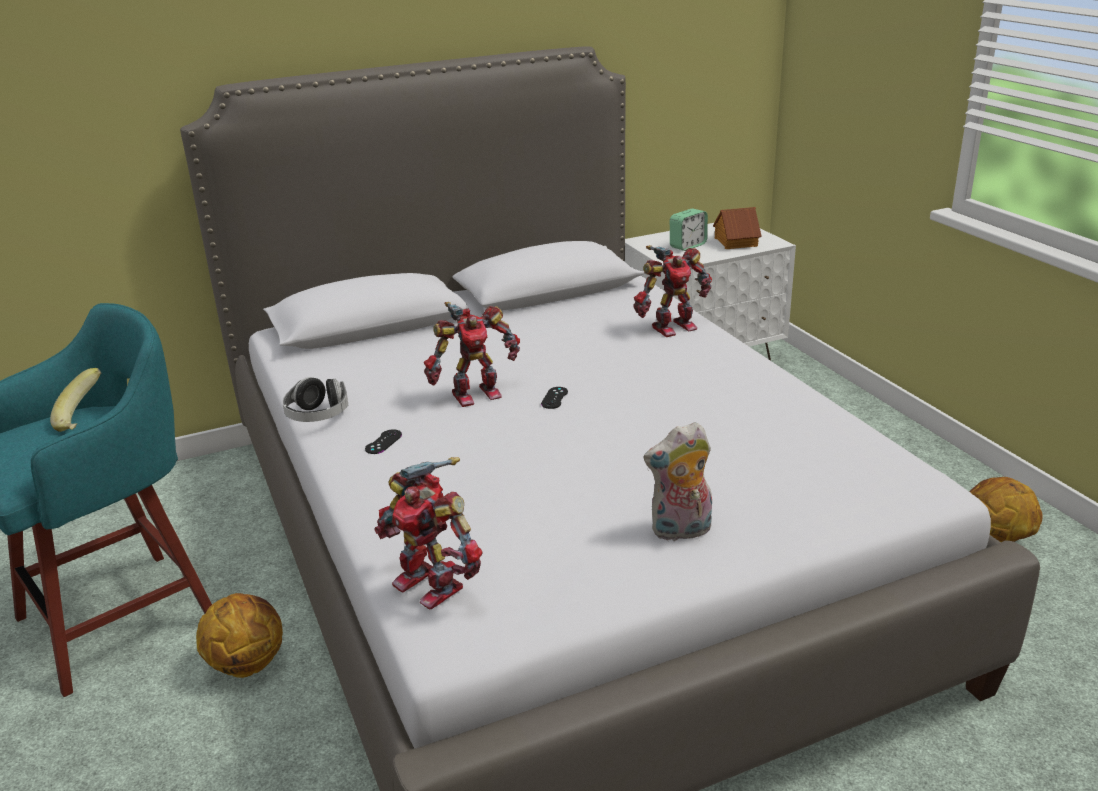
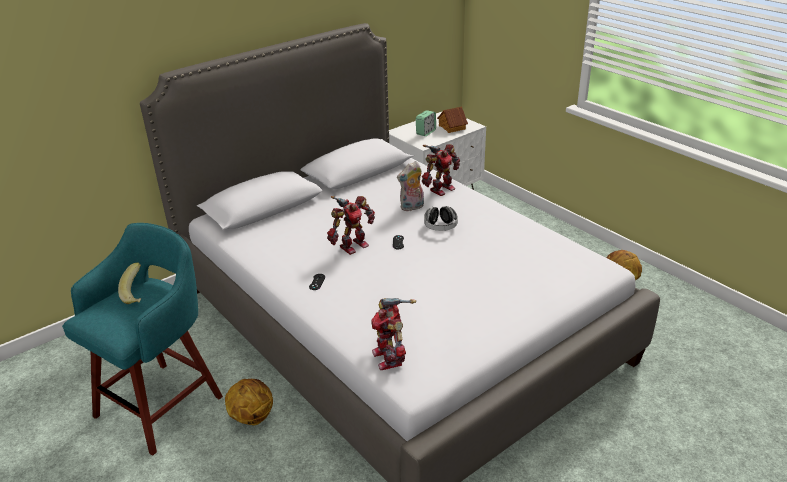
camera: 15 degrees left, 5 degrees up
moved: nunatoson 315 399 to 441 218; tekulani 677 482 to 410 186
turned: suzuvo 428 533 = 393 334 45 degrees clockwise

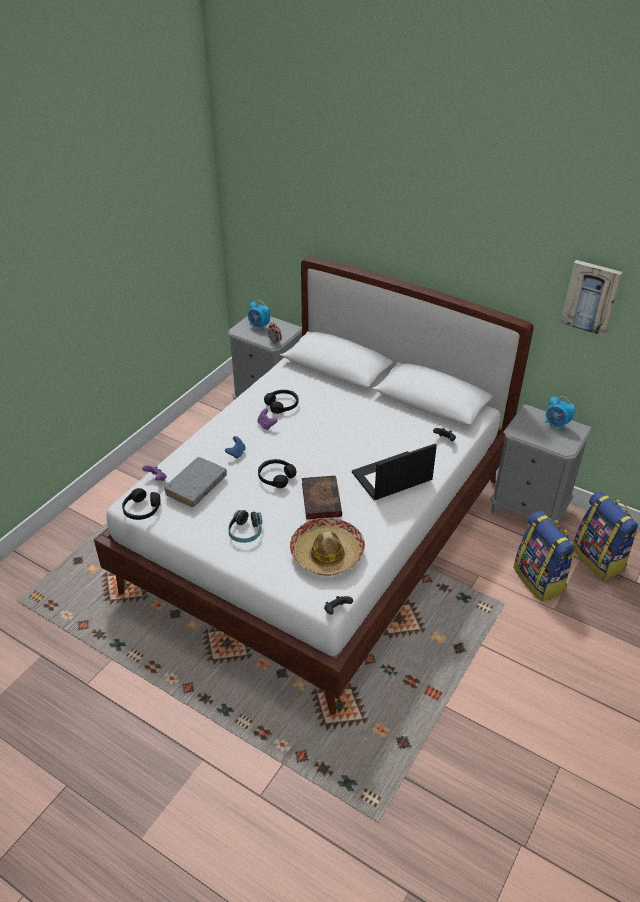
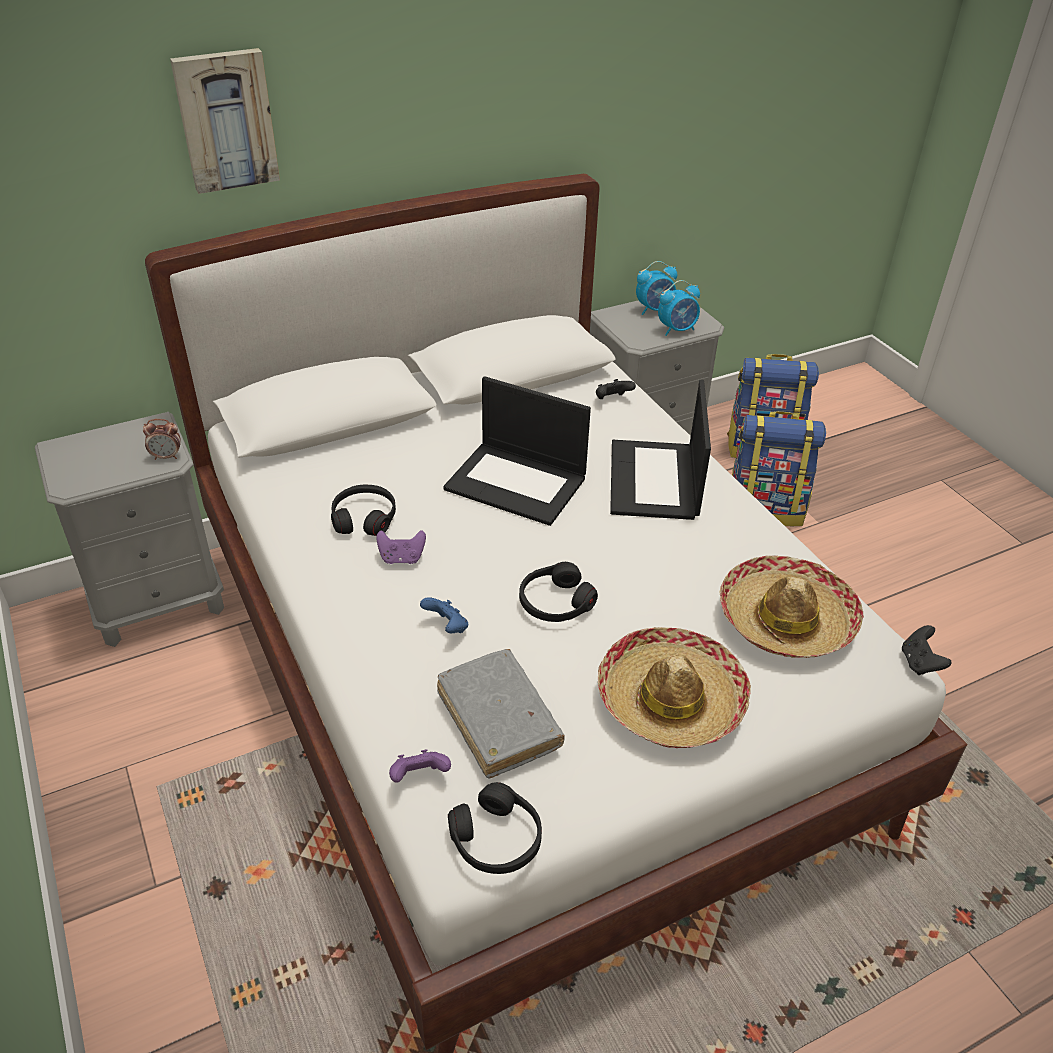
camera: 60 degrees left, 0 degrees up
removed: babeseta 322 498
added: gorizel 517 451
moved: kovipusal 259 315 to 679 308; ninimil 591 298 to 225 121
replaced: nunatoson 245 526 to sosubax 674 687

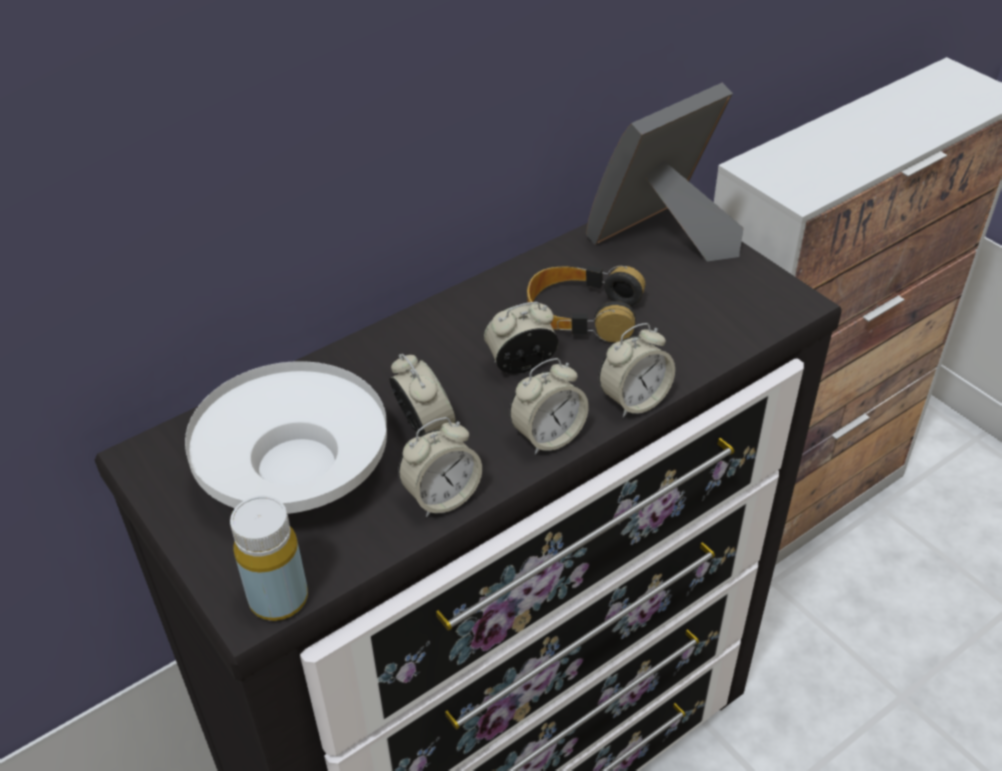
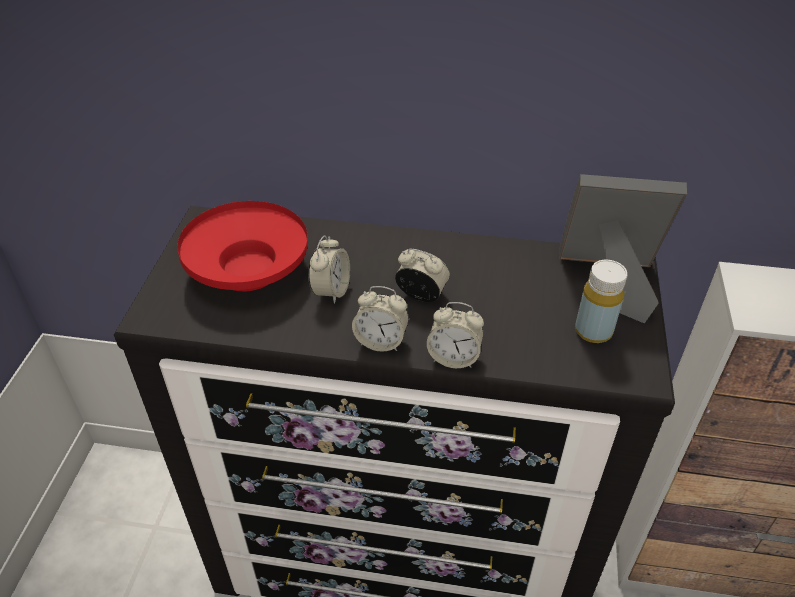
camera: 45 degrees right, 0 degrees up
removed: kovipusal 440 467; nunatoson 586 304
moved: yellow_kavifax 269 558 to 601 301
recoloured: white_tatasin 286 437 to red_tatasin 242 246

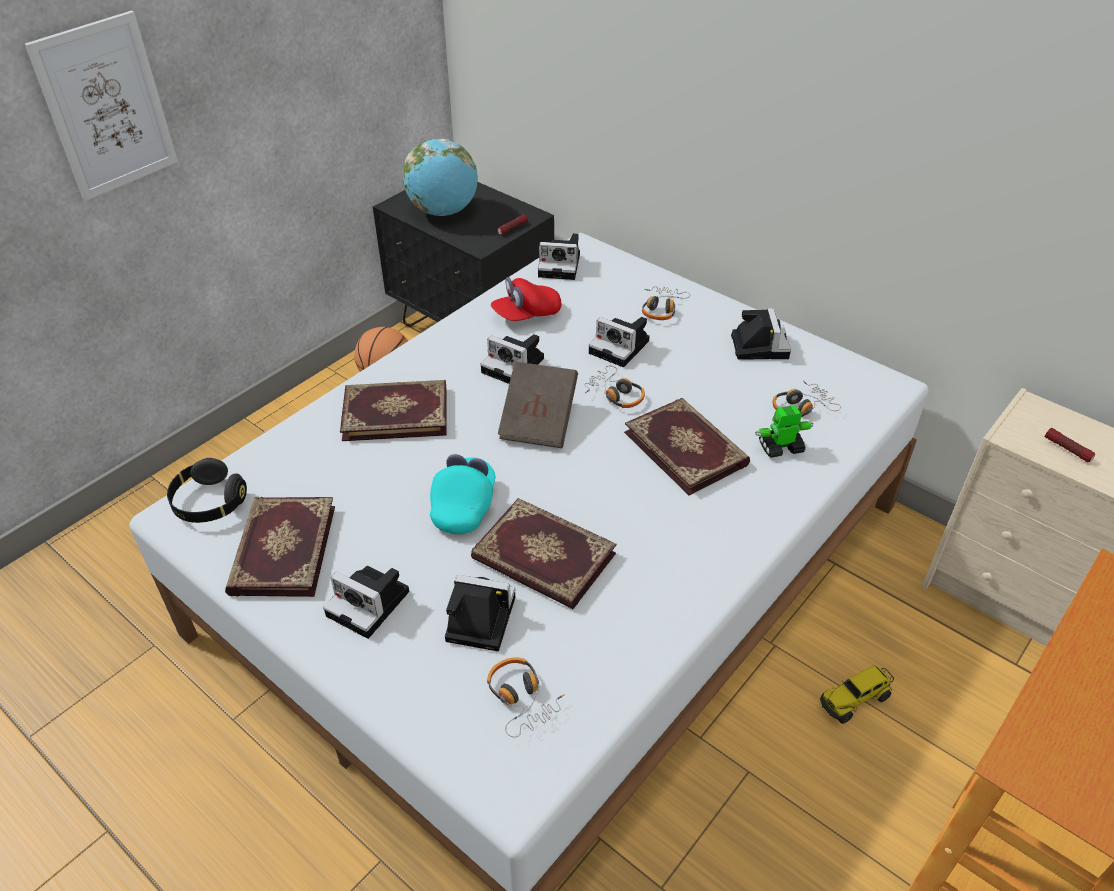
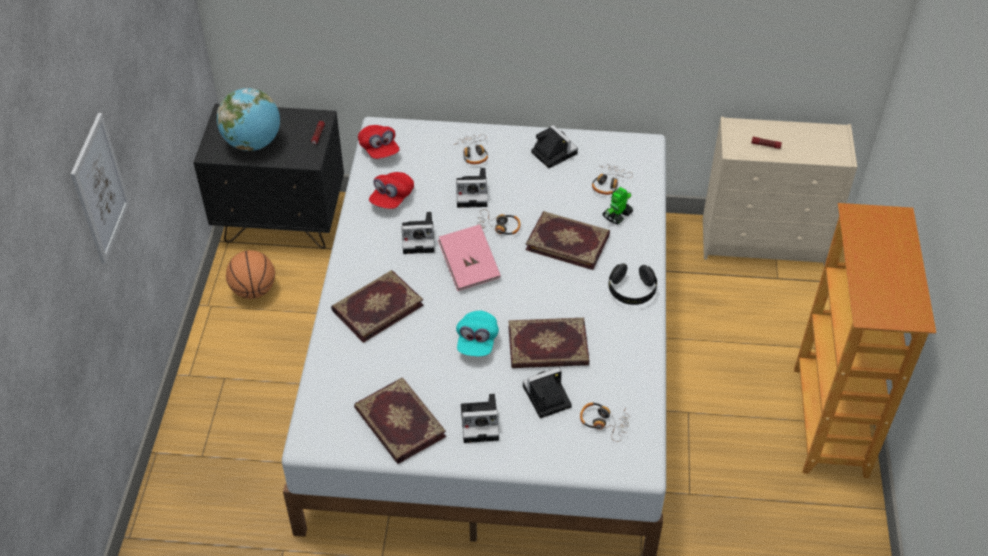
camera: 35 degrees left, 5 degrees up
removed: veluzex 857 695
moved: black_nunatoson 207 490 to 632 284
replaced: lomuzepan 559 256 to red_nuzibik 379 142
recoloured: brown_babeseta 538 405 to pink_babeseta 469 257
turned: turquoise_nuzibik 462 494 = 477 333 150 degrees counterclockwise

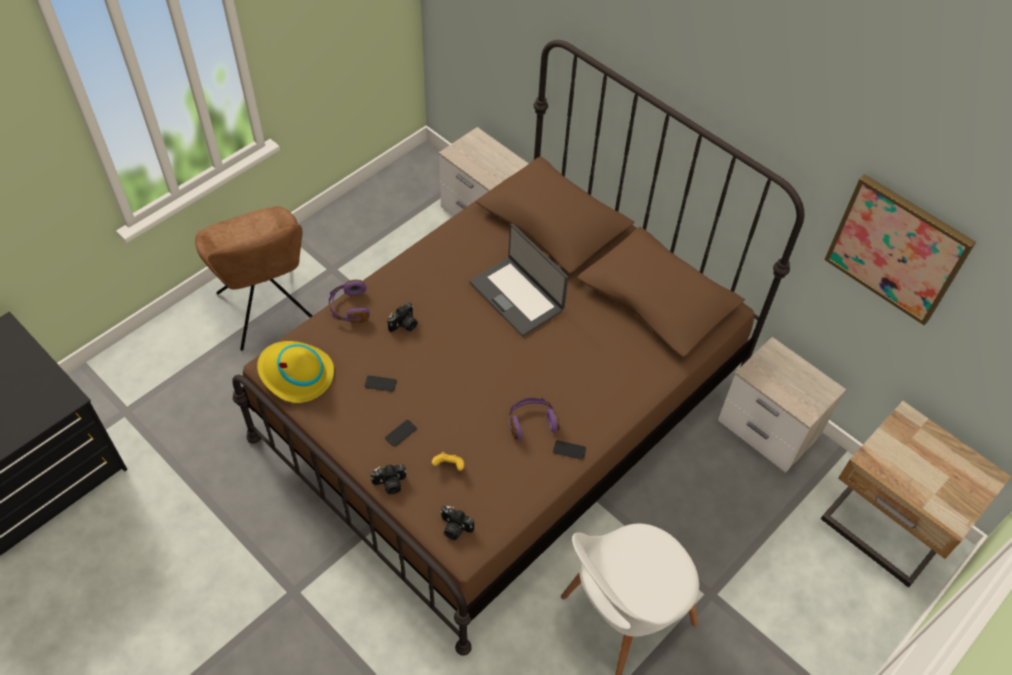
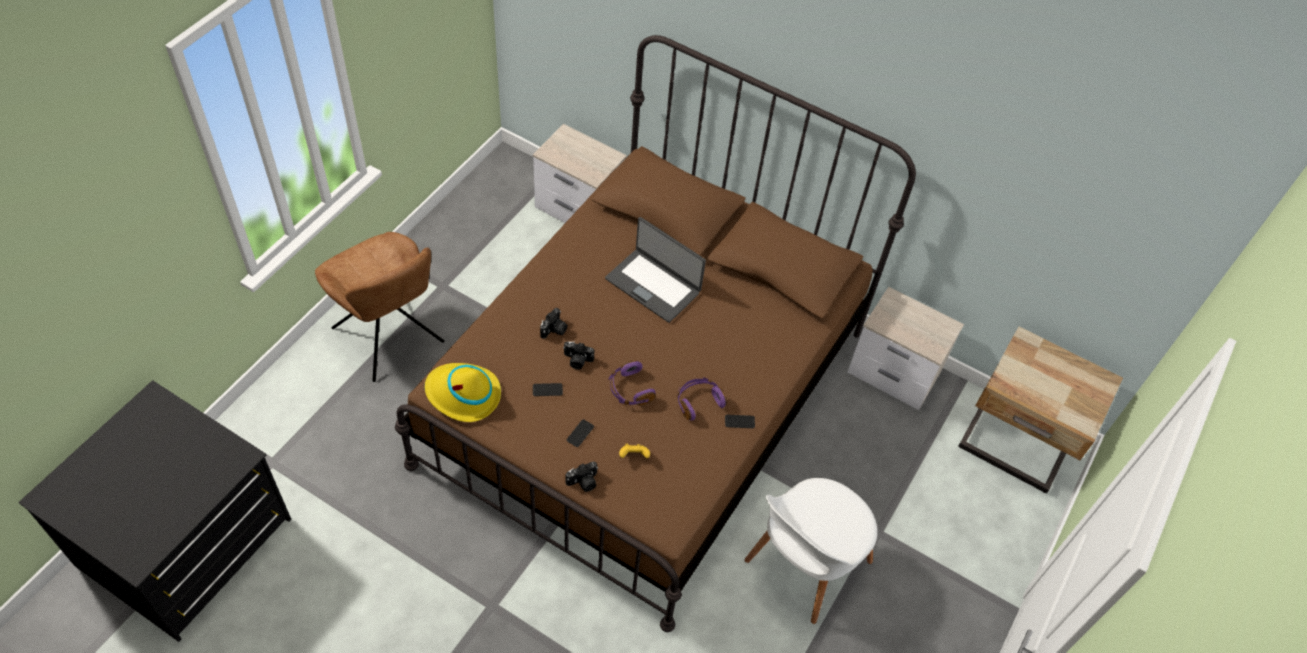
camera: 15 degrees left, 0 degrees up
removed: ninimil 900 249
moved: purple_nunatoson 349 301 to 632 382; lomuzepan 457 522 to 578 355

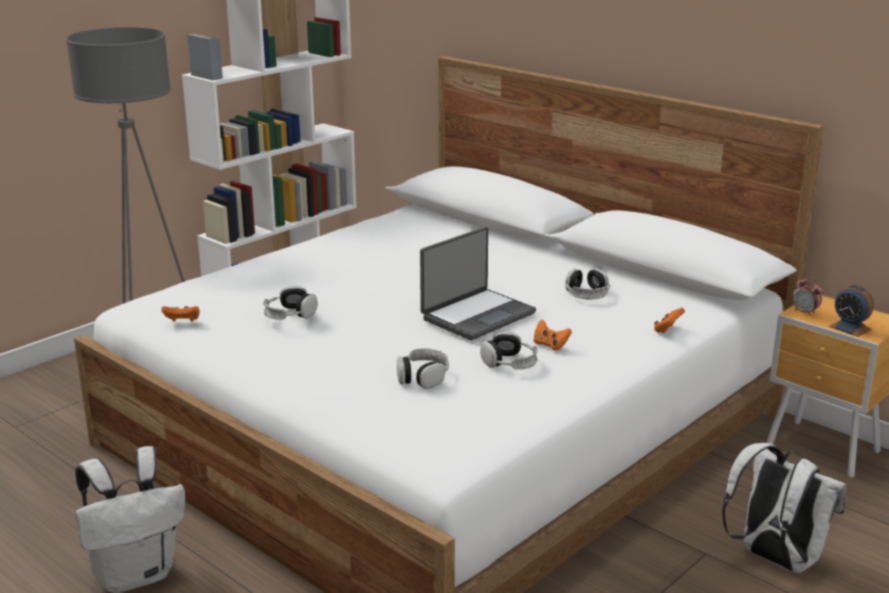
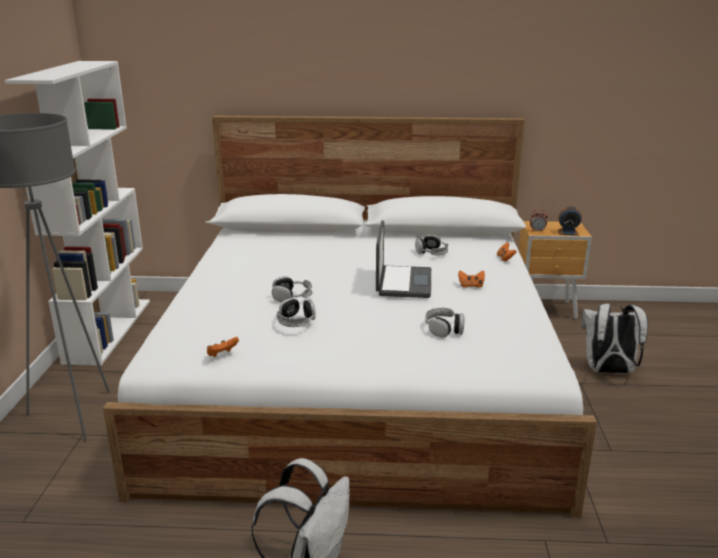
camera: 40 degrees left, 0 degrees up
moved: nunatoson 509 351 to 292 289

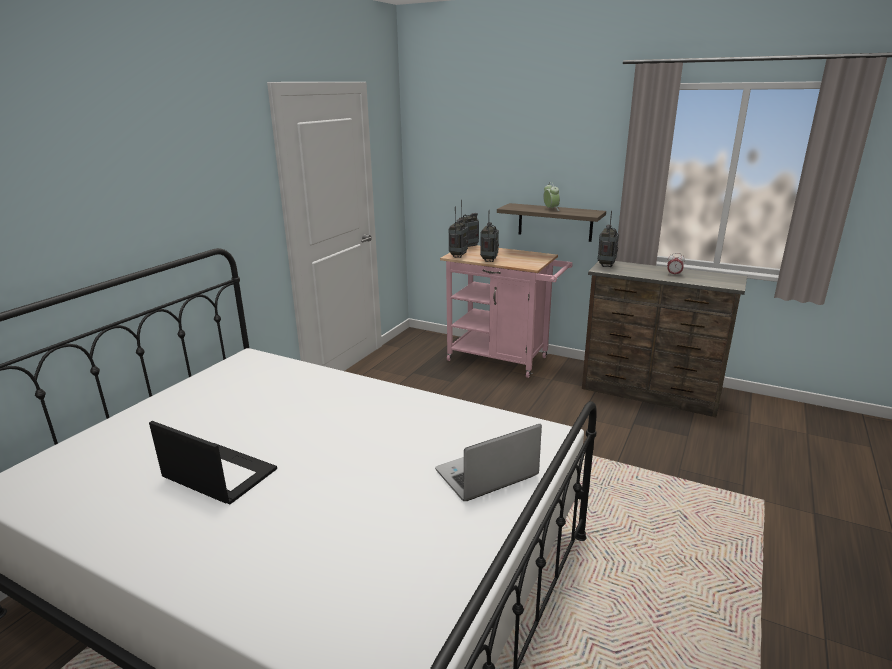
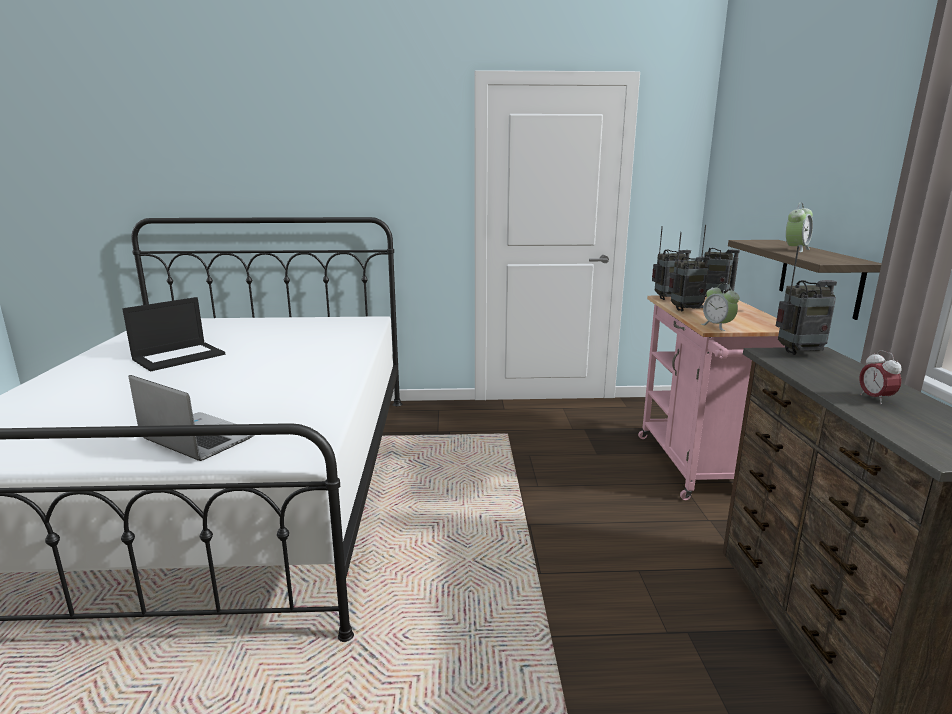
camera: 60 degrees right, 5 degrees down
added: kovipusal 720 307
turned: gorizel 213 462 = 173 334 45 degrees clockwise

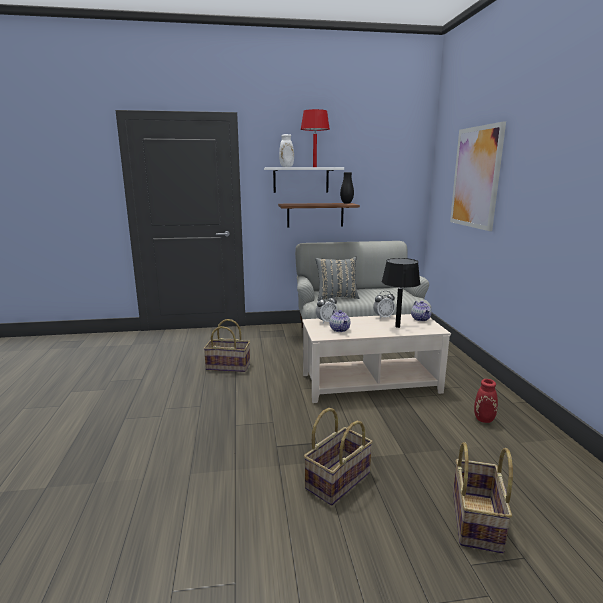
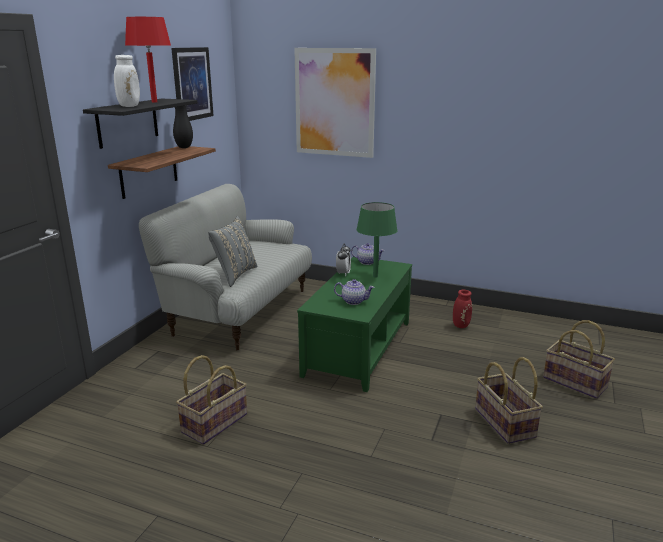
camera: 60 degrees left, 5 degrees up
removed: kovipusal 327 308
added: ninimil 192 84
recoloured: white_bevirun 304 180 to black_bevirun 140 124; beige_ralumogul 376 358 to green_ralumogul 354 324; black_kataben 401 293 to green_kataben 377 240

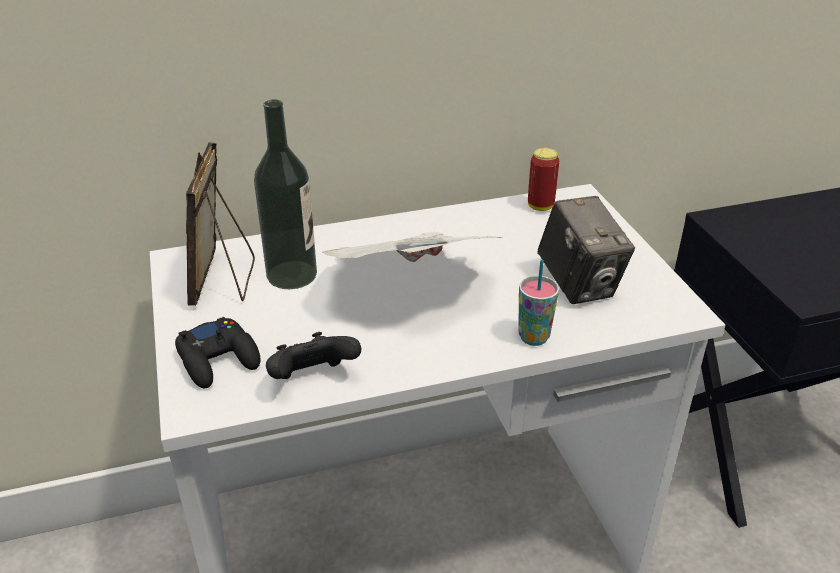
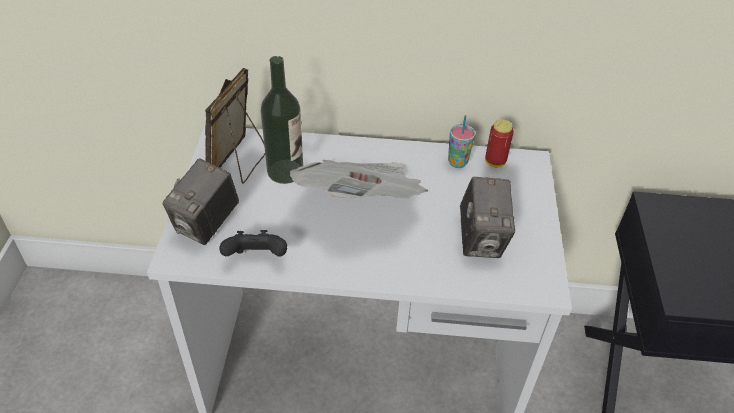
camera: 20 degrees right, 10 degrees up
moved: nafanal 538 302 to 461 141
replaced: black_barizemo 217 352 to lomuzepan 200 201

